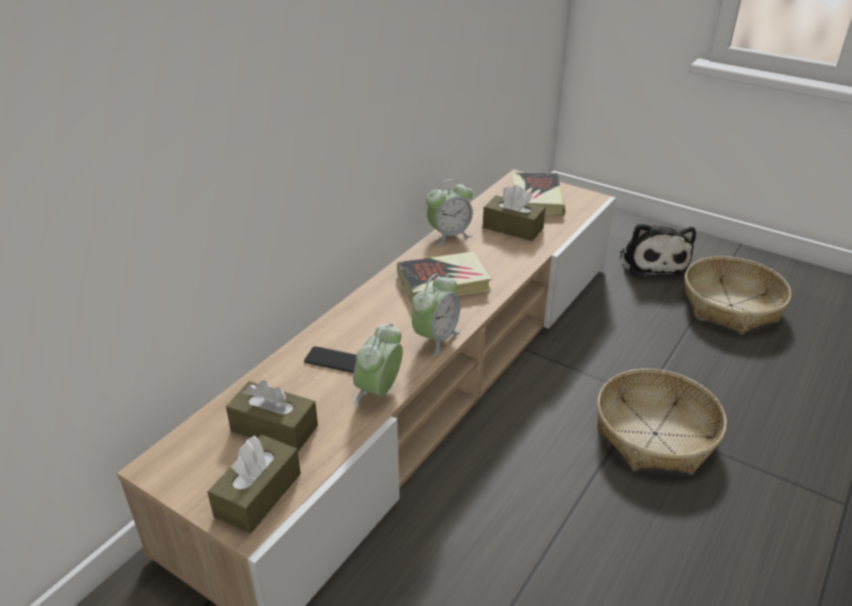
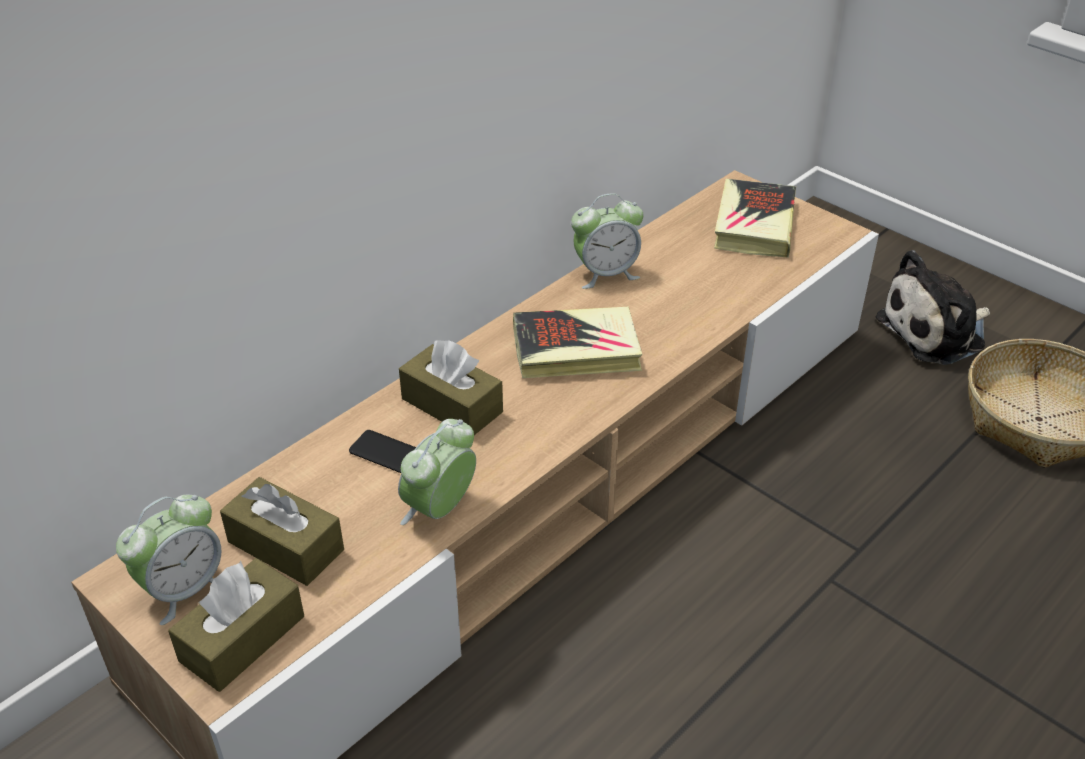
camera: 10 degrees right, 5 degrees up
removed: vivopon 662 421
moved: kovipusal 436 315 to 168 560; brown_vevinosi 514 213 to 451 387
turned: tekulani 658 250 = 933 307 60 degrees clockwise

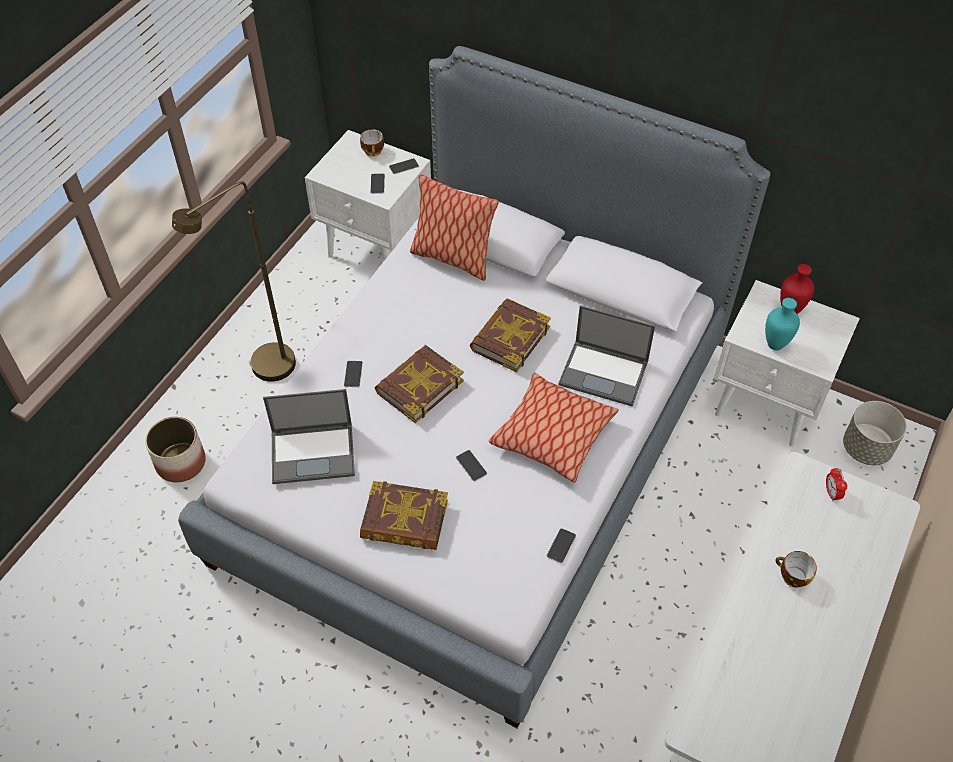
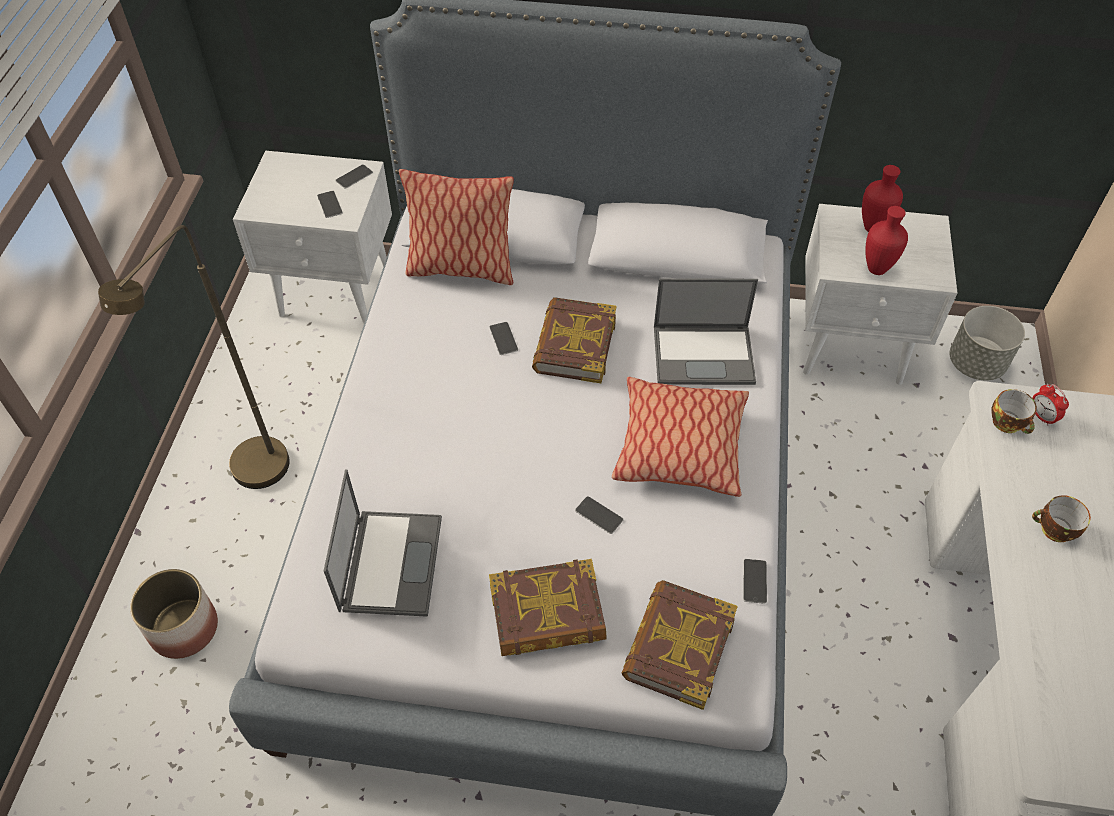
camera: 20 degrees left, 0 degrees up
moved: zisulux 353 374 to 503 338; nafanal 372 143 to 1014 411; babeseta 419 384 to 679 645
recoloured: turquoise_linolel 782 324 to red_linolel 886 240
turned: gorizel 309 436 = 383 543 60 degrees counterclockwise

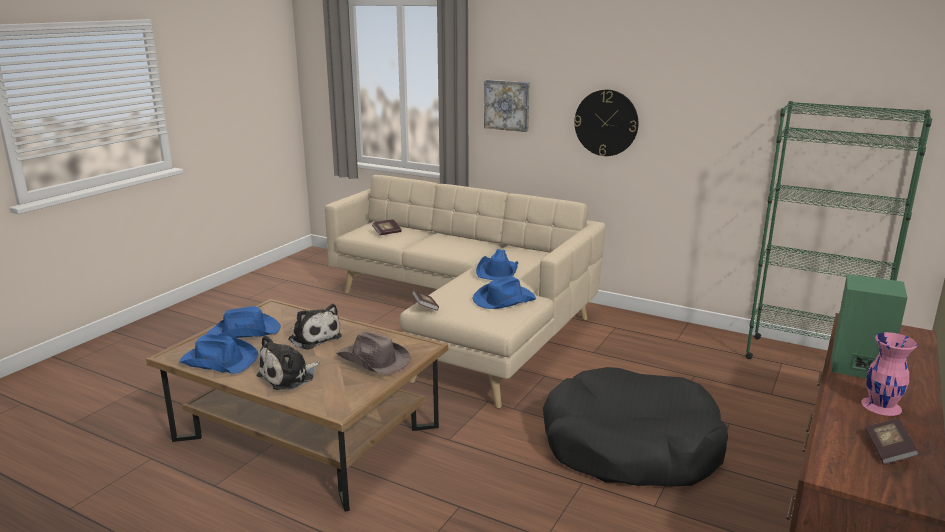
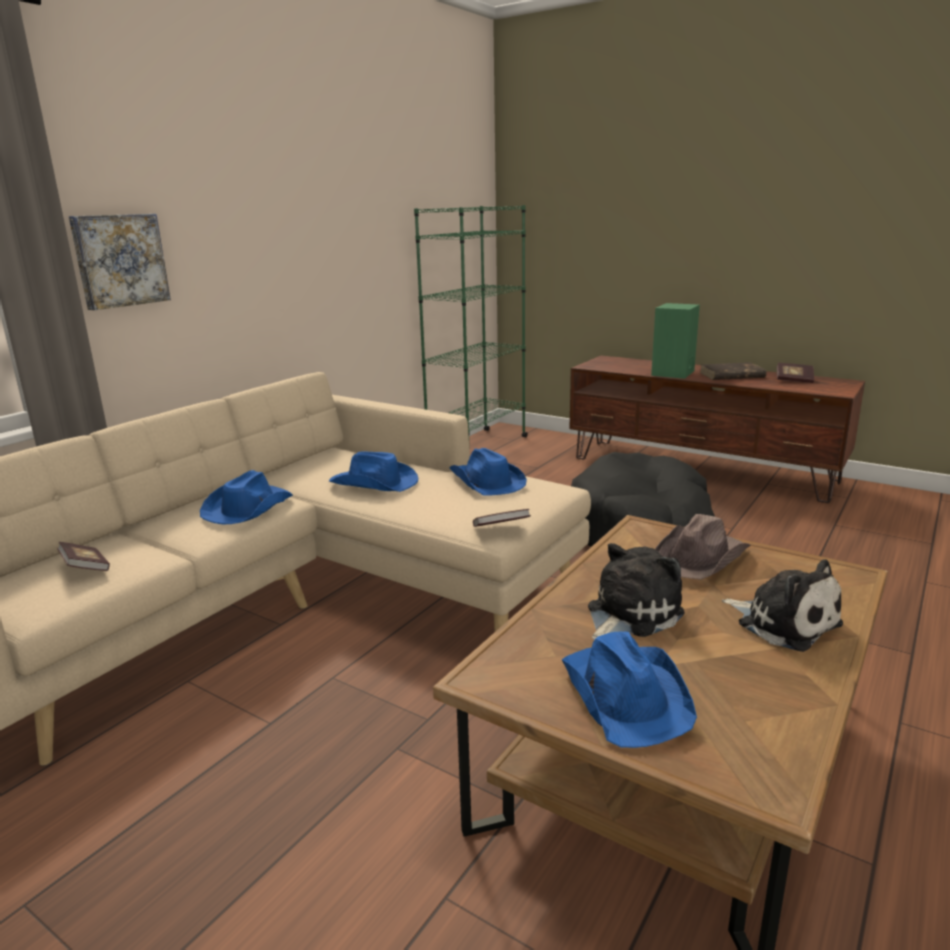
camera: 85 degrees left, 0 degrees up
removed: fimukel 606 123
moved: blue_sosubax 219 353 to 246 497
replaced: pink_linolel 889 374 to brown_babeseta 733 371

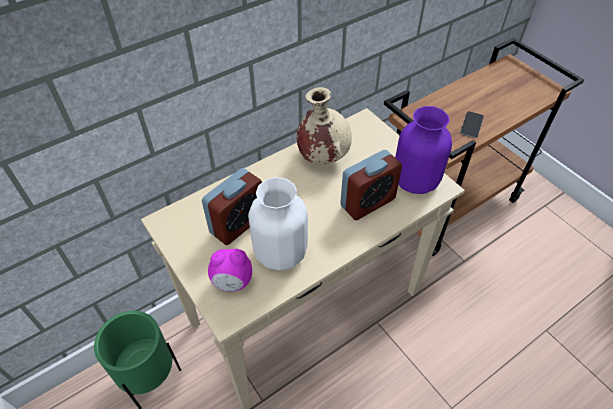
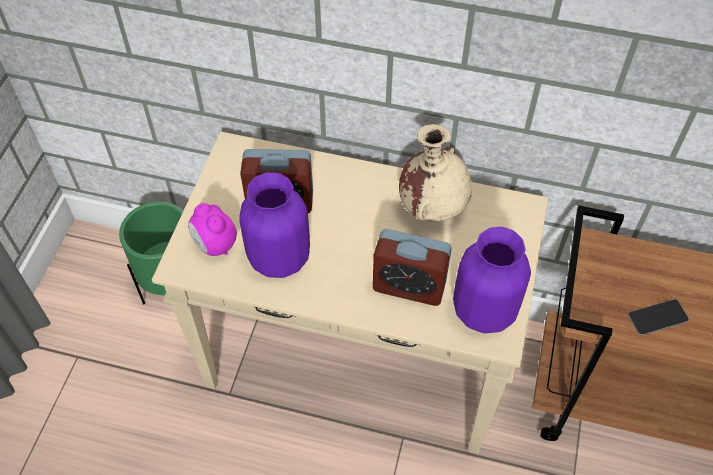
camera: 50 degrees right, 5 degrees up
recoloured: white_linolel 278 224 to purple_linolel 274 225

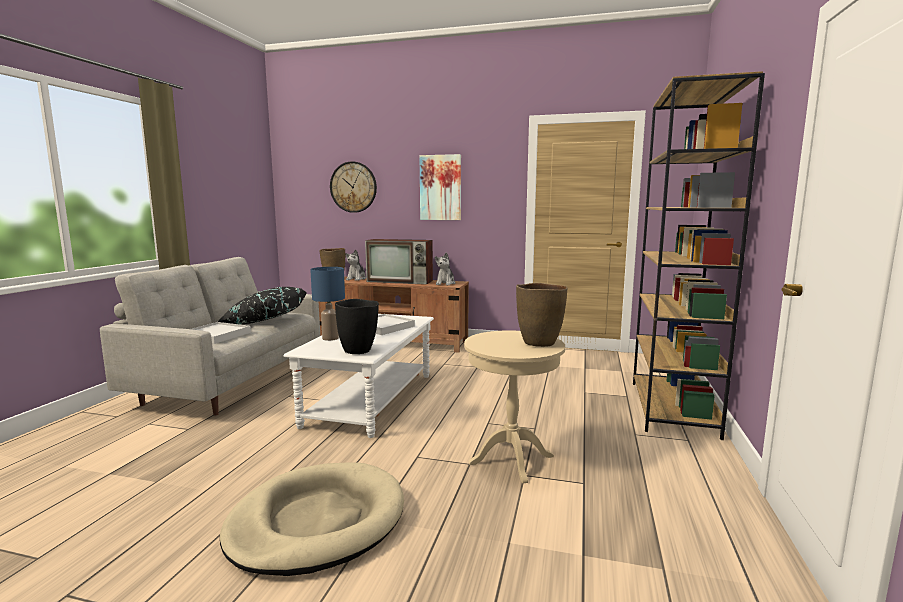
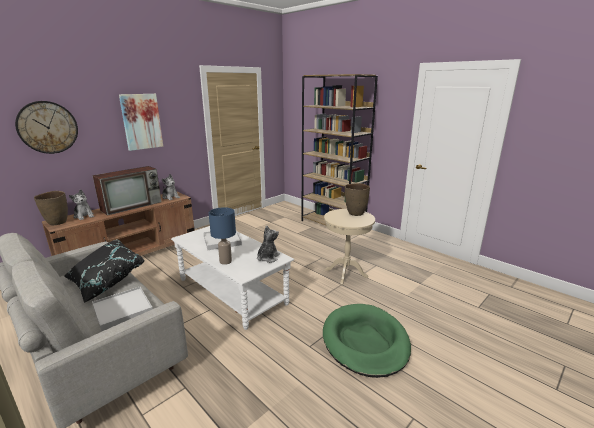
camera: 60 degrees left, 10 degrees up
replaced: black_linolel 357 326 to tekulani 268 244
recoloured: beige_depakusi 312 519 to green_depakusi 367 341

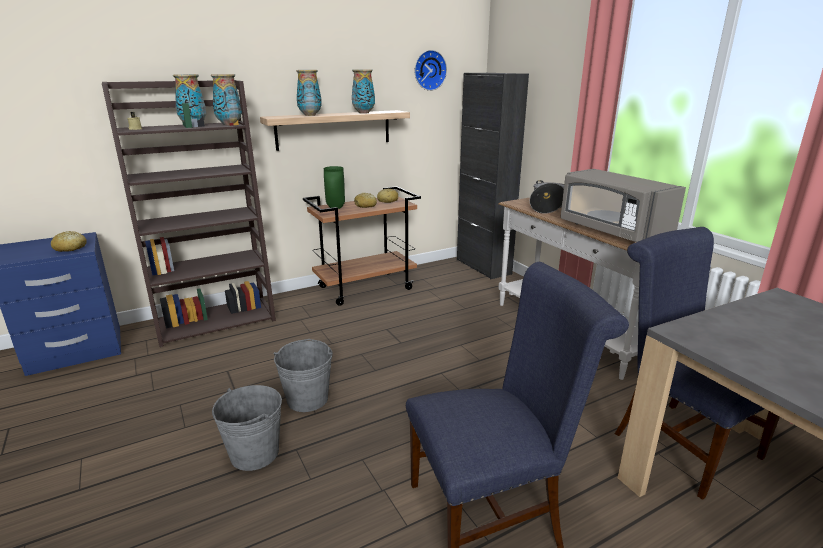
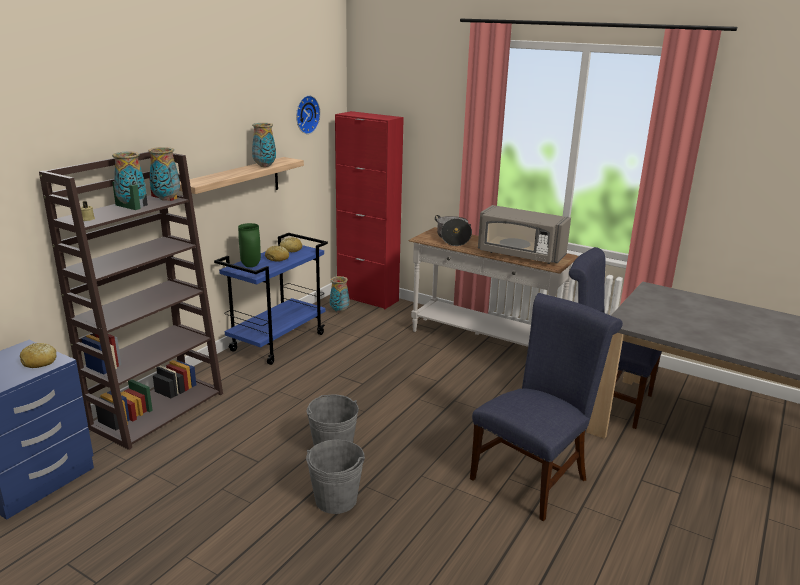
camera: 30 degrees left, 0 degrees up
moved: linolel 309 93 to 339 294
recoloured: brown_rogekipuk 362 246 to blue_rogekipuk 271 299; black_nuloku 493 176 to red_nuloku 369 210

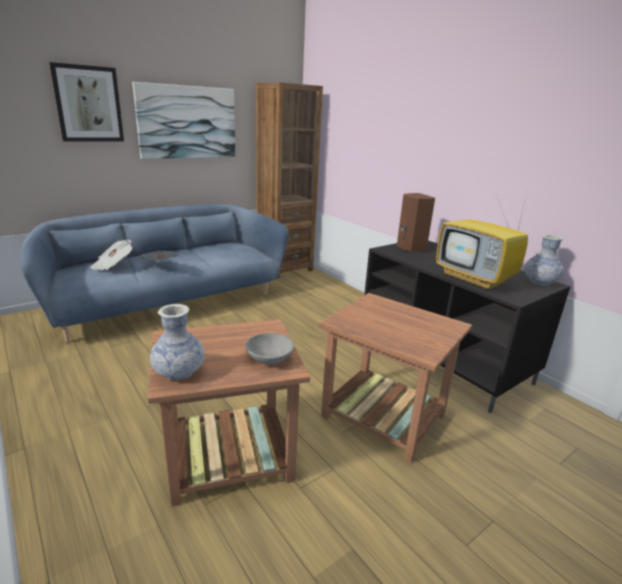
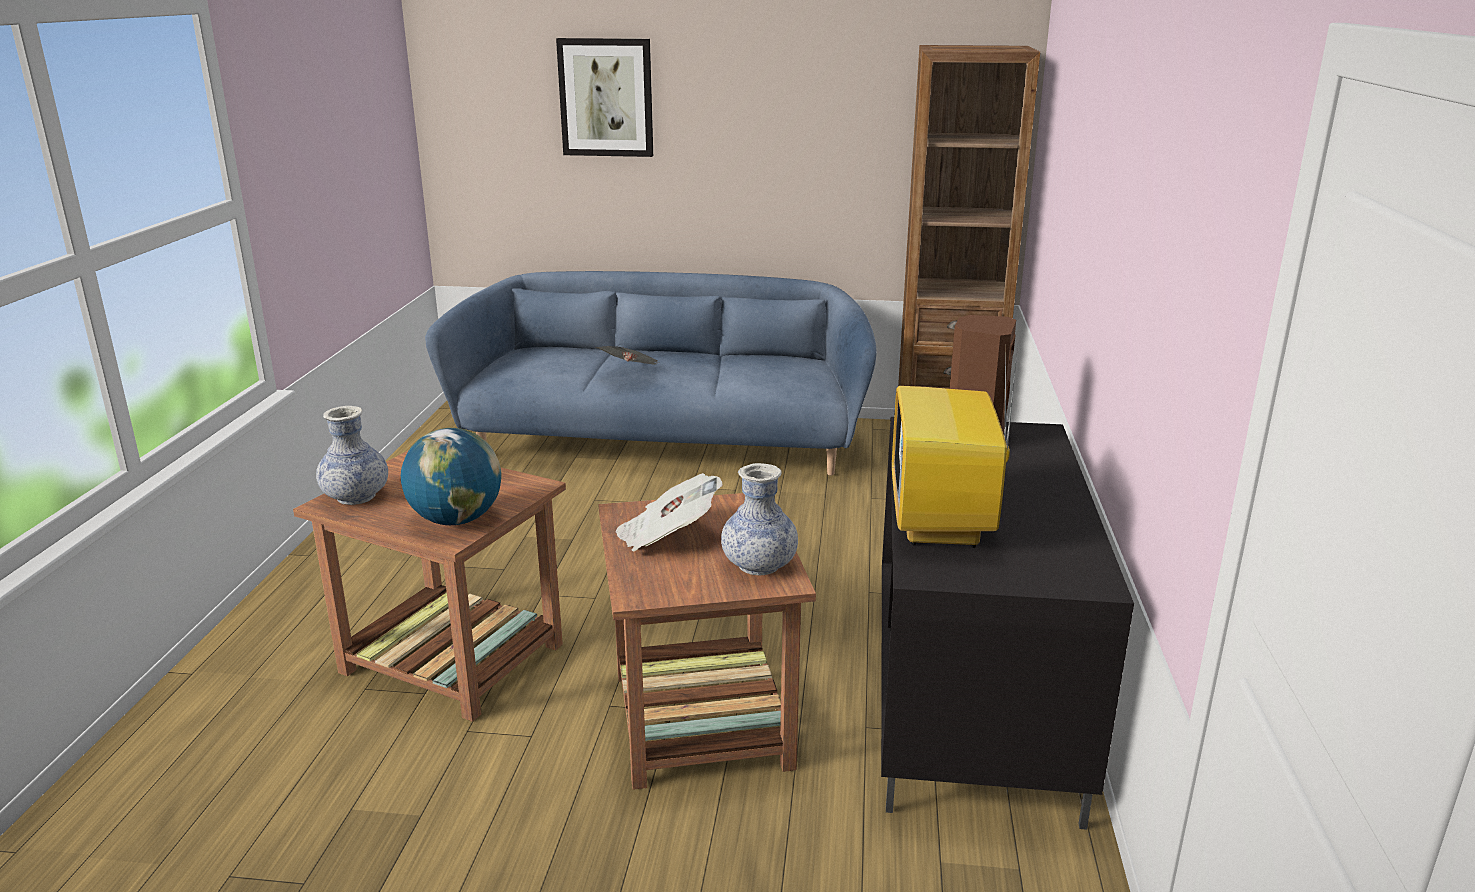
camera: 45 degrees right, 0 degrees up
removed: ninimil 183 120
moved: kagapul 111 255 to 668 512; linolel 544 260 to 759 519
replaced: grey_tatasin 269 348 to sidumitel 451 476

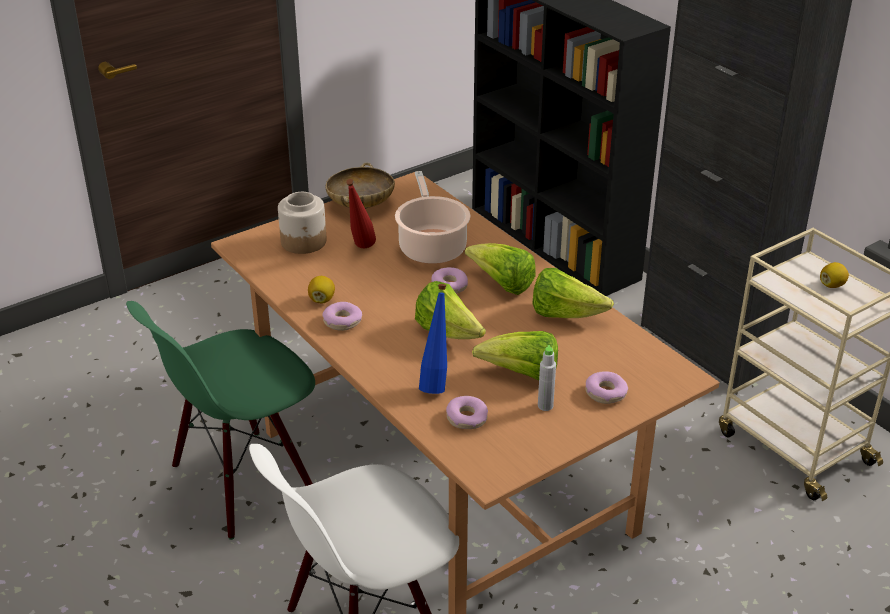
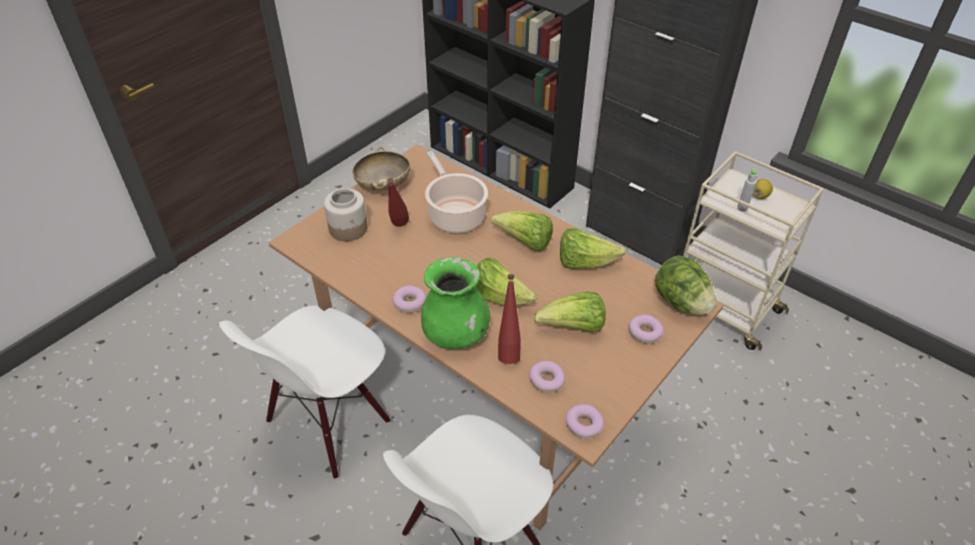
camera: 15 degrees left, 10 degrees up
removed: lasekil 321 290
added: green_linolel 455 303; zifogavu 686 285
moved: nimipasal 449 280 to 585 421; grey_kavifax 547 378 to 747 190
recoloured: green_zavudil 220 420 to white_zavudil 305 392; blue_kavifax 433 339 to red_kavifax 509 319

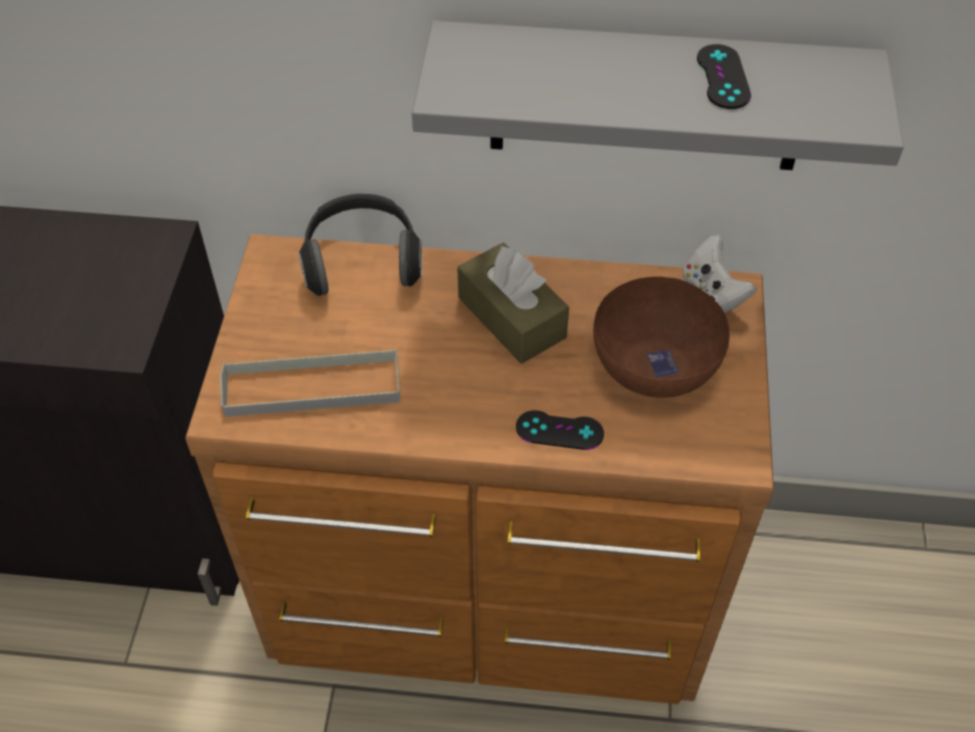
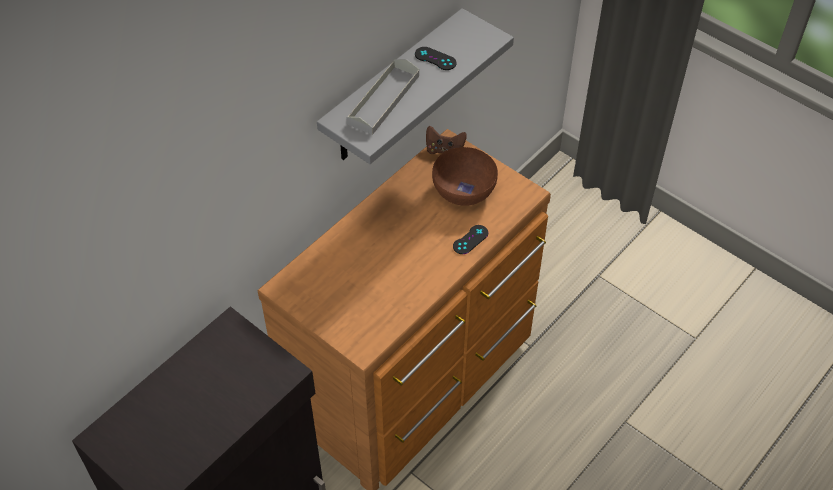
camera: 55 degrees left, 0 degrees up
removed: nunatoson 360 245; brown_vevinosi 513 303
moved: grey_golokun 310 382 to 382 97
recoloured: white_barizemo 719 274 to brown_barizemo 446 140

